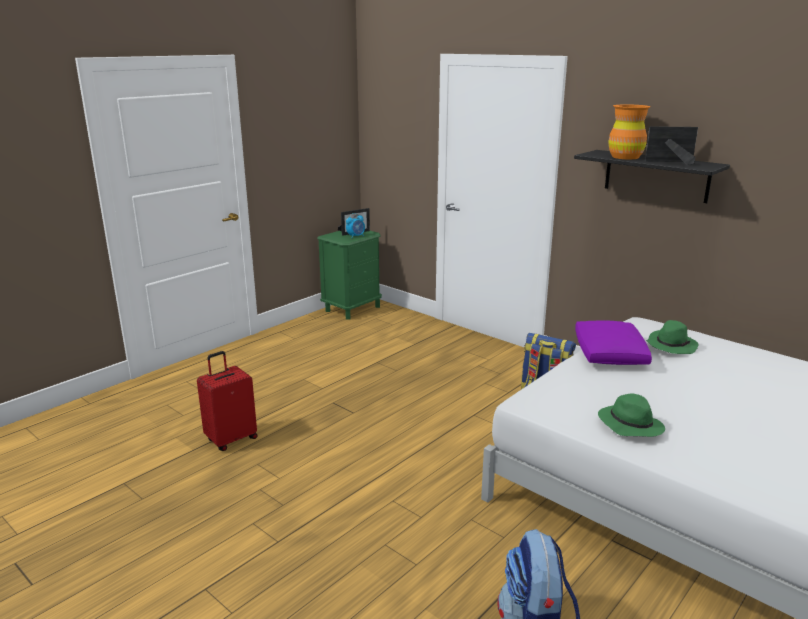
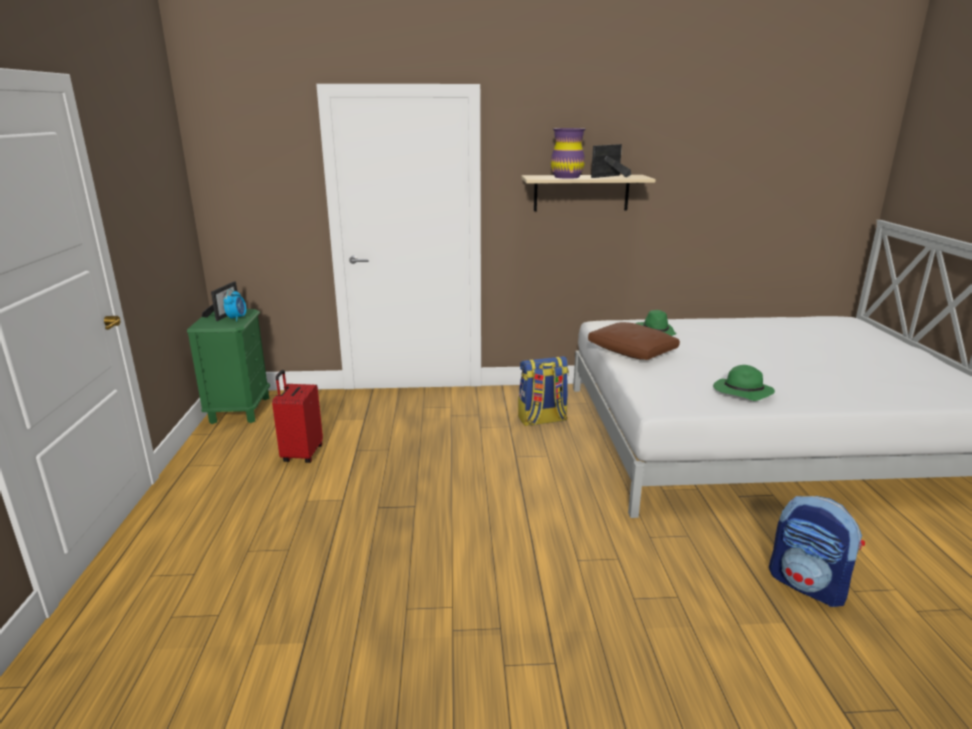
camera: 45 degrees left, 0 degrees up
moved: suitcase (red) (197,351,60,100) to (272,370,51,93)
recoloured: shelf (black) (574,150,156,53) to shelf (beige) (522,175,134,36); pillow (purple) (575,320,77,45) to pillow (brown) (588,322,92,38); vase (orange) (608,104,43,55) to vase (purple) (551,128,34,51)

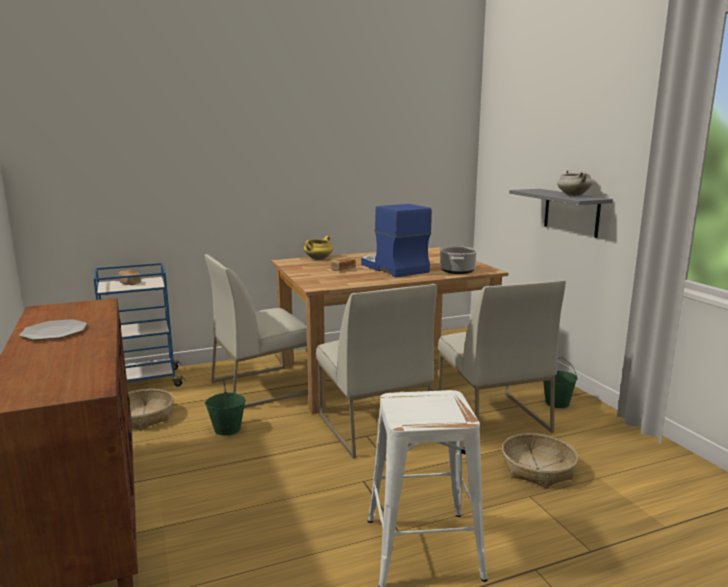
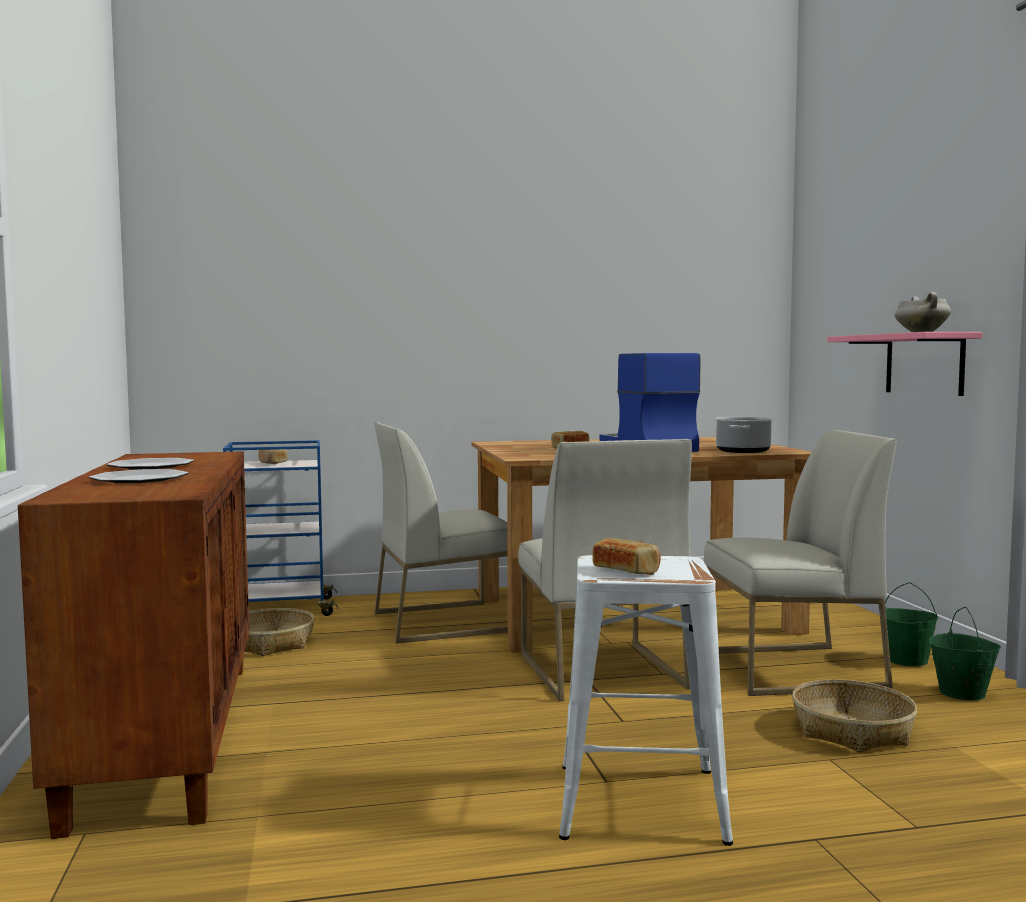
camera: 10 degrees right, 10 degrees down
removed: cooking pot (yellow) (304,236,29,24)
added: plate (89,469,100,14); bread (592,538,69,37)
moved: bucket (green) (205,383,41,53) to (929,607,72,93)
recoloured: shelf (grey) (509,189,104,49) to shelf (pink) (827,332,155,64)
turned: chair (white) (438,280,128,153) = (704,429,193,267) 90 degrees counterclockwise

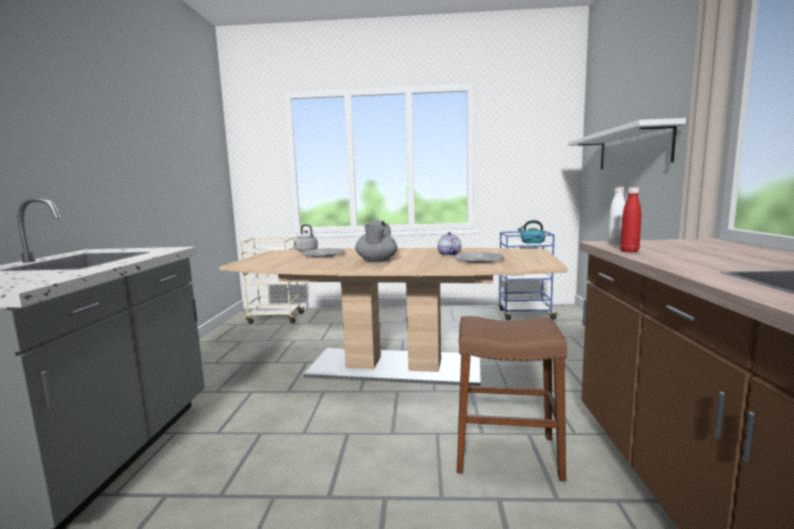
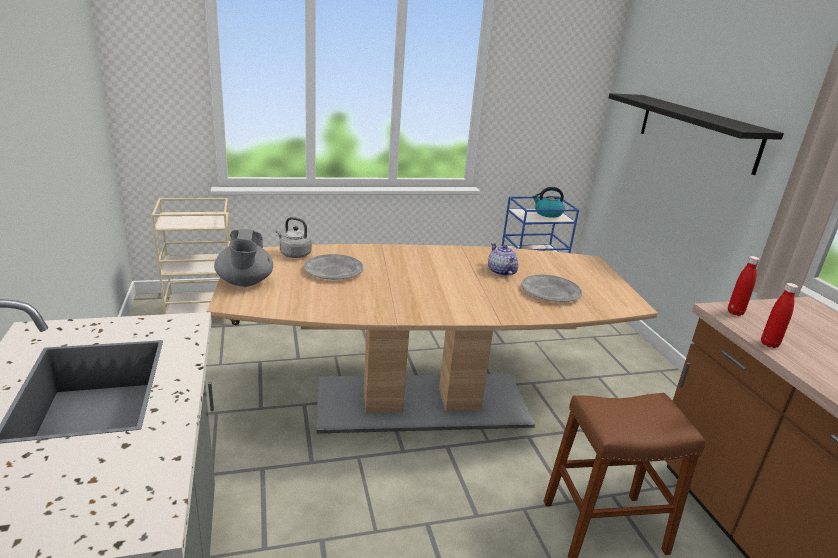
camera: 20 degrees left, 15 degrees up
moved: teapot (grey) (355,220,42,42) to (214,229,59,58)
recoloured: shelf (white) (568,118,118,51) to shelf (black) (609,93,175,82); bottle (white) (608,187,17,57) to bottle (red) (728,256,32,60)

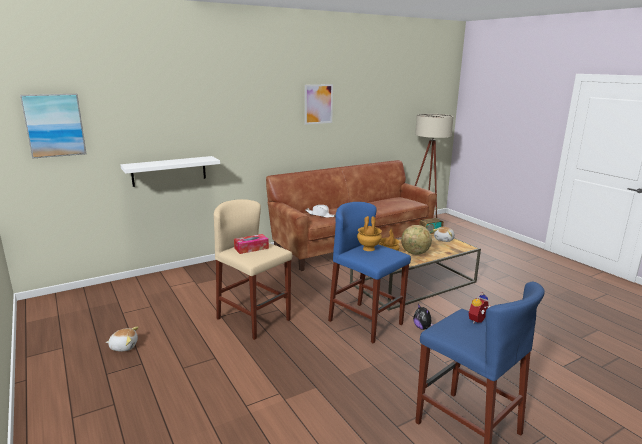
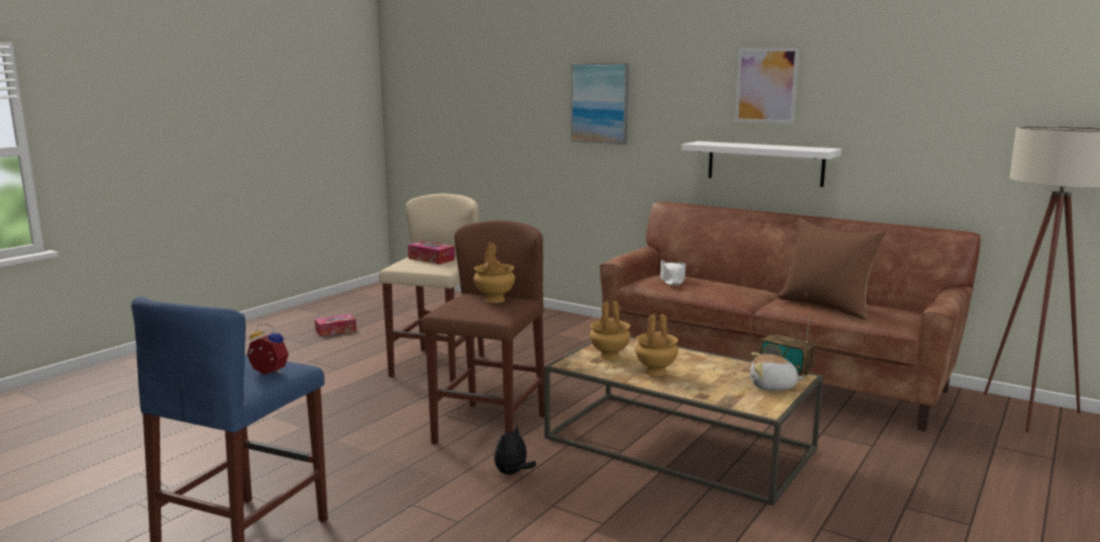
camera: 65 degrees right, 5 degrees down
added: pillow (brown) (777,218,109,102)
moved: picture (20,94,67,65) to (571,63,58,82); shelf (white) (120,156,100,31) to (682,141,160,46)
replaced: plush toy (106,327,33,24) to tissue box (315,314,41,22); globe (401,225,31,30) to vase (brown) (635,314,44,62)
recoloured: stool (blue) (328,202,83,142) to stool (brown) (421,220,123,224)

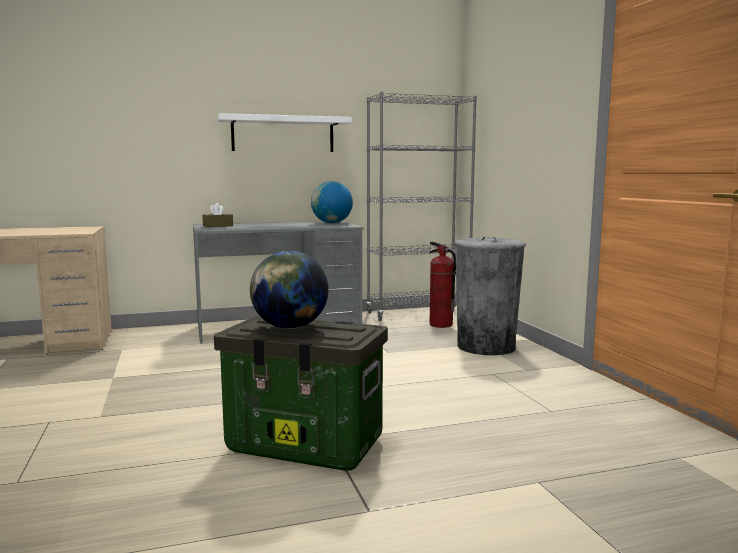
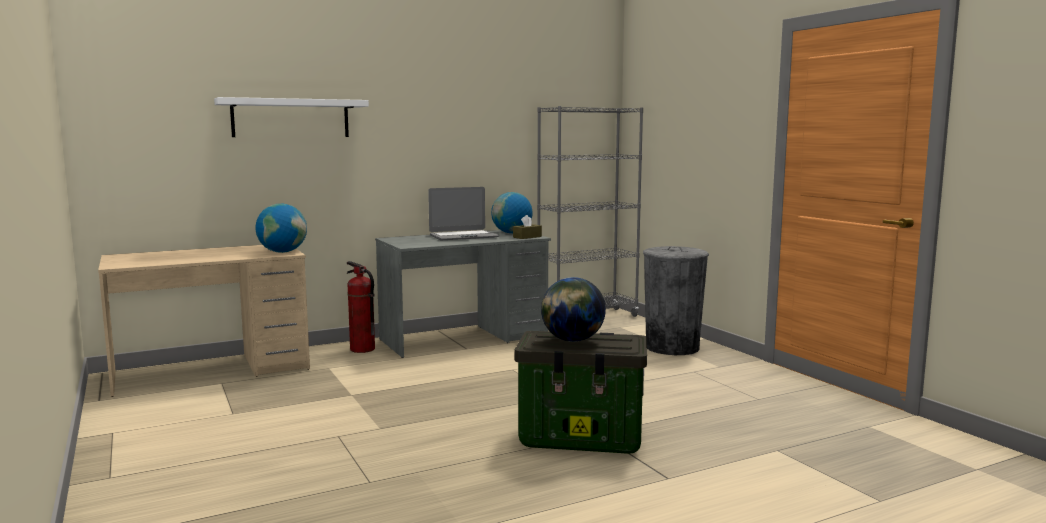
camera: 10 degrees left, 0 degrees up
added: globe (255,204,52,49); laptop (428,187,71,53)
moved: tissue box (brown) (202,203,31,24) to (513,215,29,24); shelf (white) (217,113,135,39) to (214,97,155,40); fire extinguisher (429,242,27,86) to (347,261,28,92)

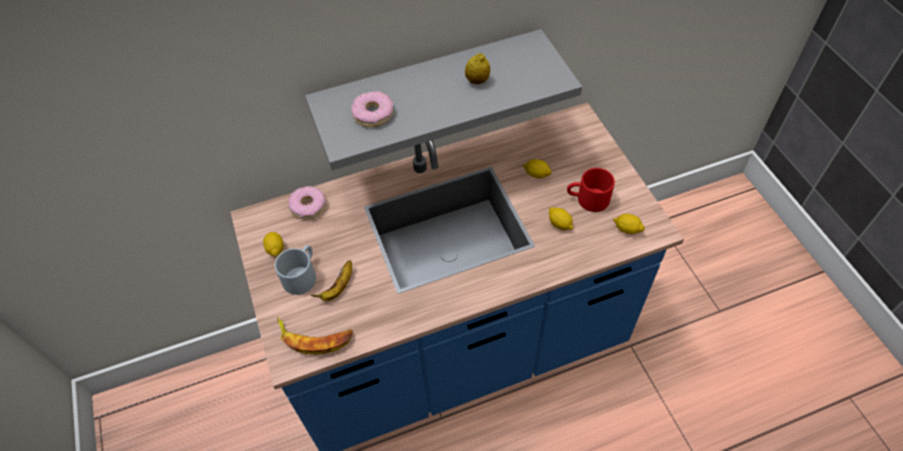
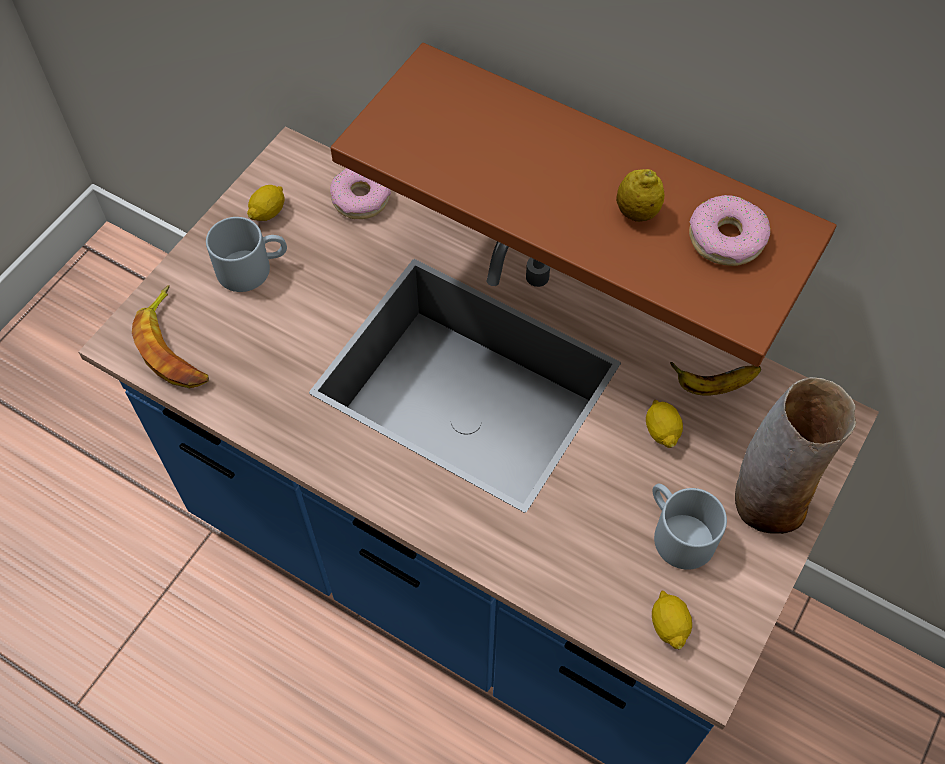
camera: 50 degrees right, 5 degrees up
removed: lemon (549,207,24,23)
added: vase (735,377,121,157)
moved: banana (311,260,41,41) to (670,362,91,34); donut (351,91,42,36) to (689,195,81,71)
recoloured: shelf (grey) (305,29,277,141) to shelf (brown) (330,43,507,324); mug (red) (567,168,48,44) to mug (grey) (652,483,75,87)

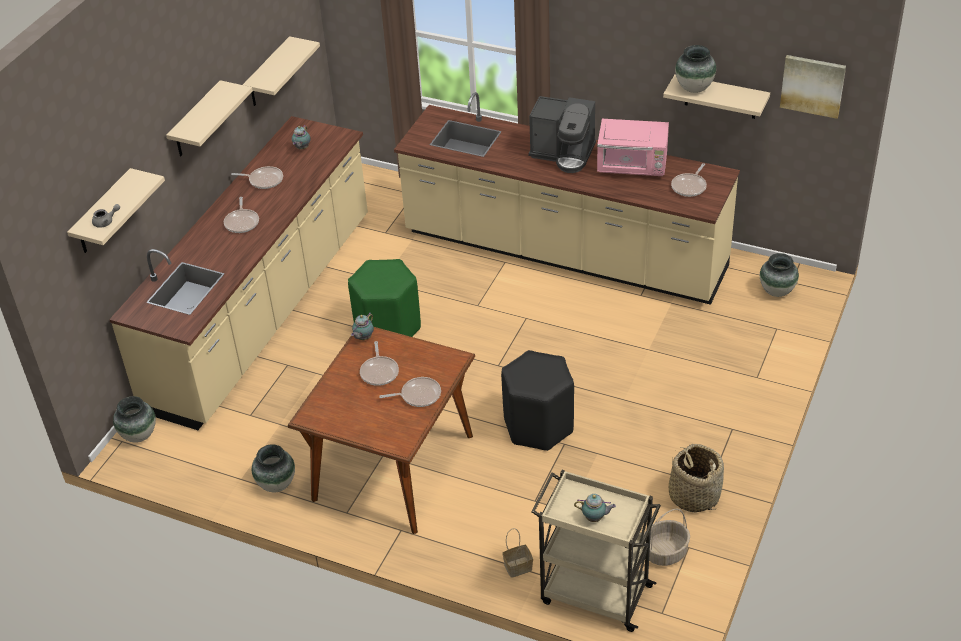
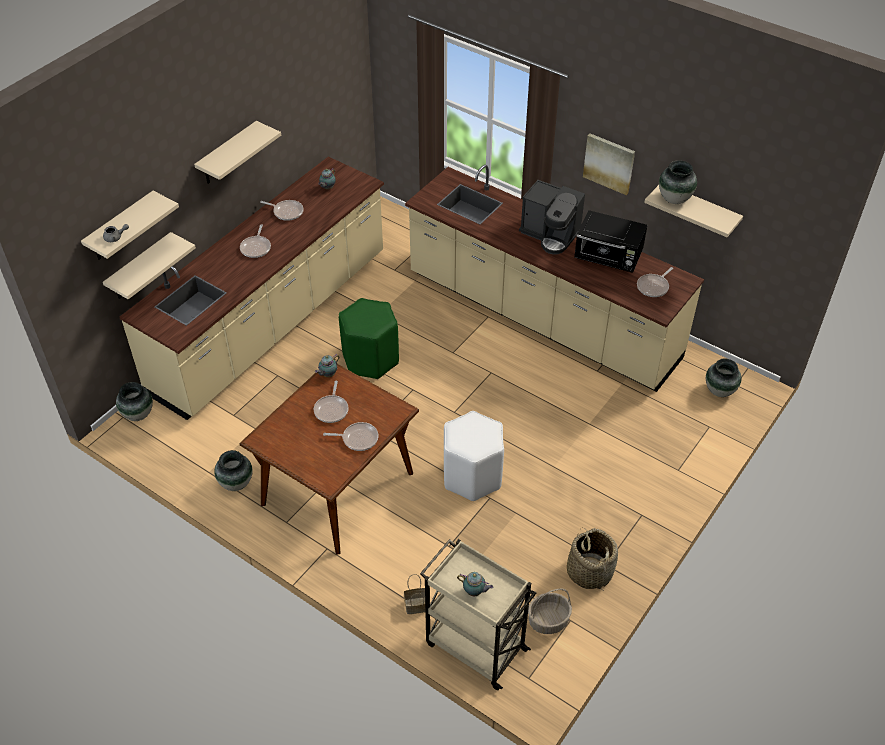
camera: 10 degrees right, 5 degrees up
moved: shelf (beige) (243,36,77,70) to (103,232,93,67); picture (780,55,66,64) to (583,133,52,62)
recoloured: stool (black) (501,350,73,101) to stool (white) (444,411,60,90); microwave (pink) (597,119,72,57) to microwave (black) (574,210,73,62)

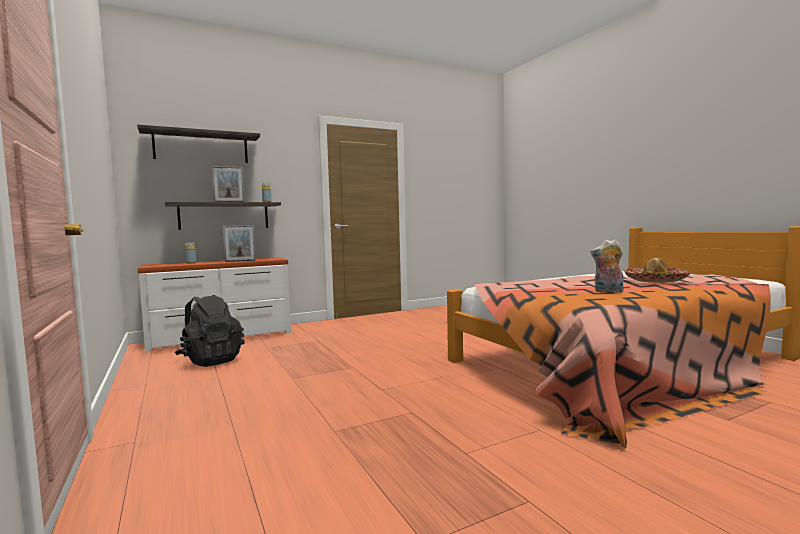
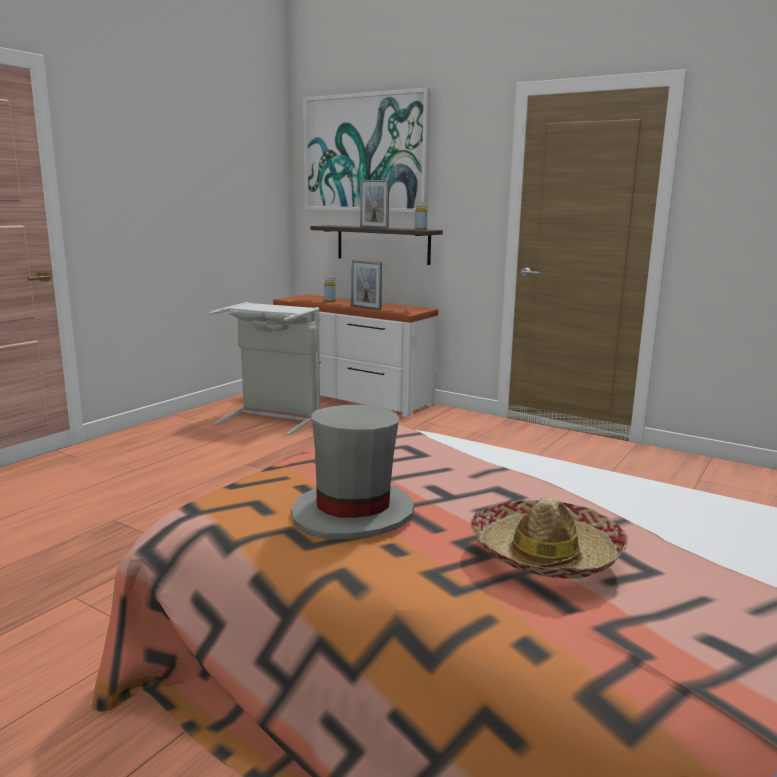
camera: 60 degrees right, 10 degrees up
replaced: shelf (137,125,123,38) to picture (303,88,128,124); backpack (black) (175,295,69,72) to laundry basket (grey) (208,302,112,133); plush toy (590,239,34,54) to hat (grey) (291,405,123,135)

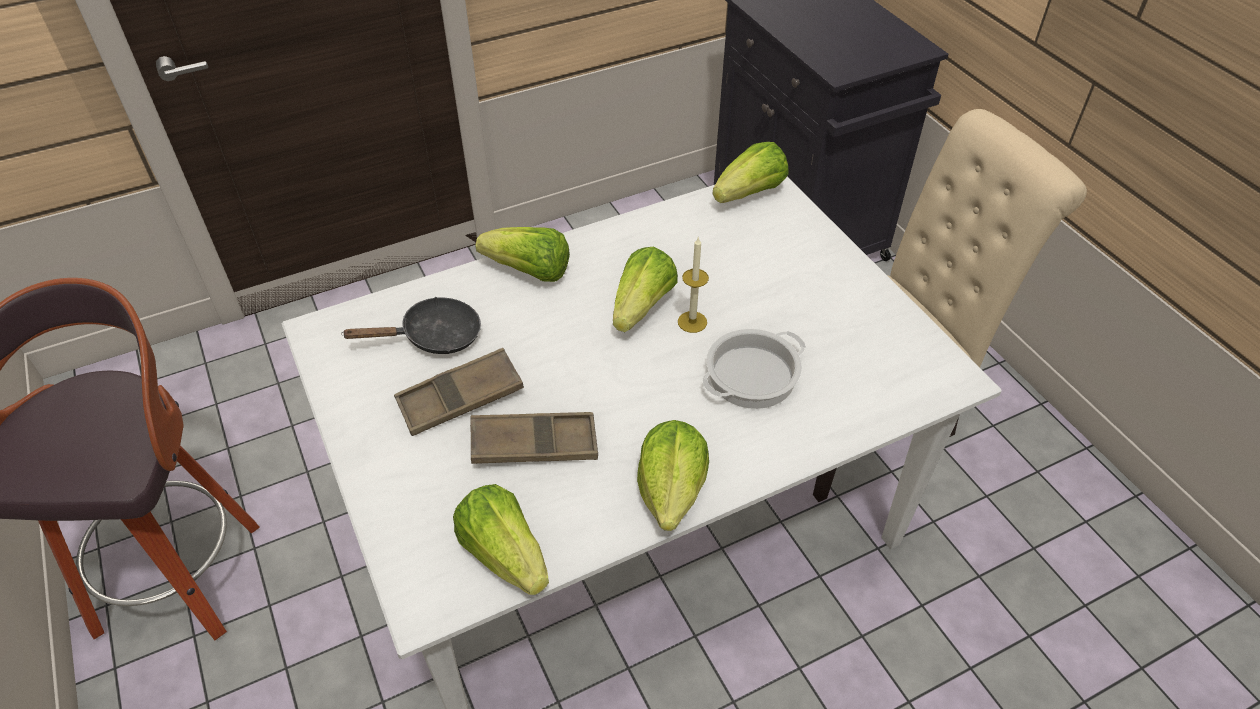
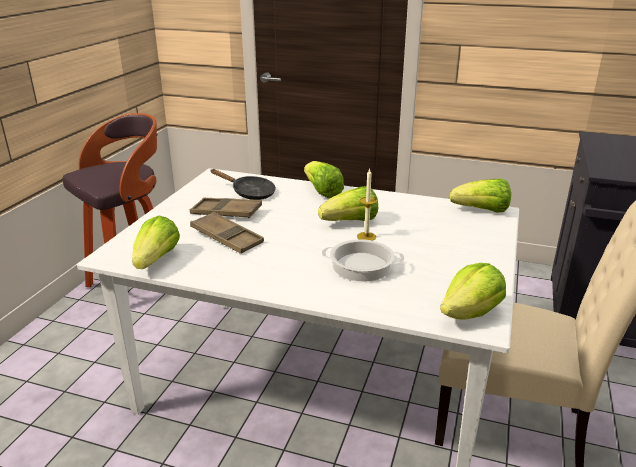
camera: 45 degrees right, 20 degrees down
moved: lettuce (637,420,72,111) to (440,263,66,57)

